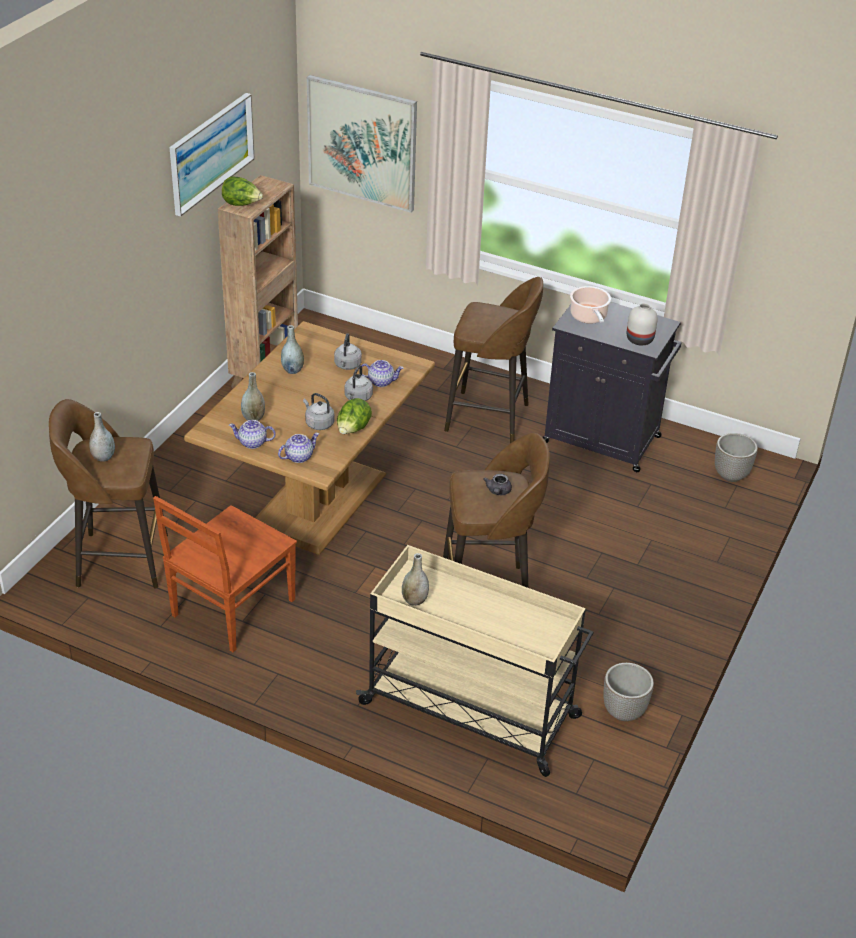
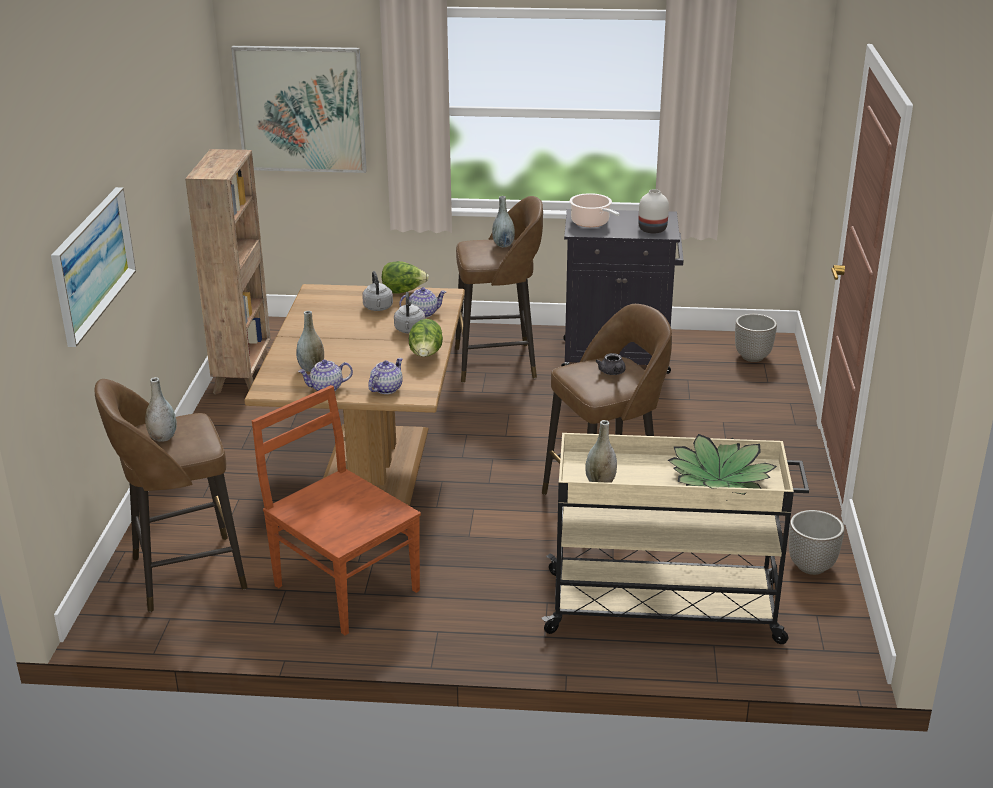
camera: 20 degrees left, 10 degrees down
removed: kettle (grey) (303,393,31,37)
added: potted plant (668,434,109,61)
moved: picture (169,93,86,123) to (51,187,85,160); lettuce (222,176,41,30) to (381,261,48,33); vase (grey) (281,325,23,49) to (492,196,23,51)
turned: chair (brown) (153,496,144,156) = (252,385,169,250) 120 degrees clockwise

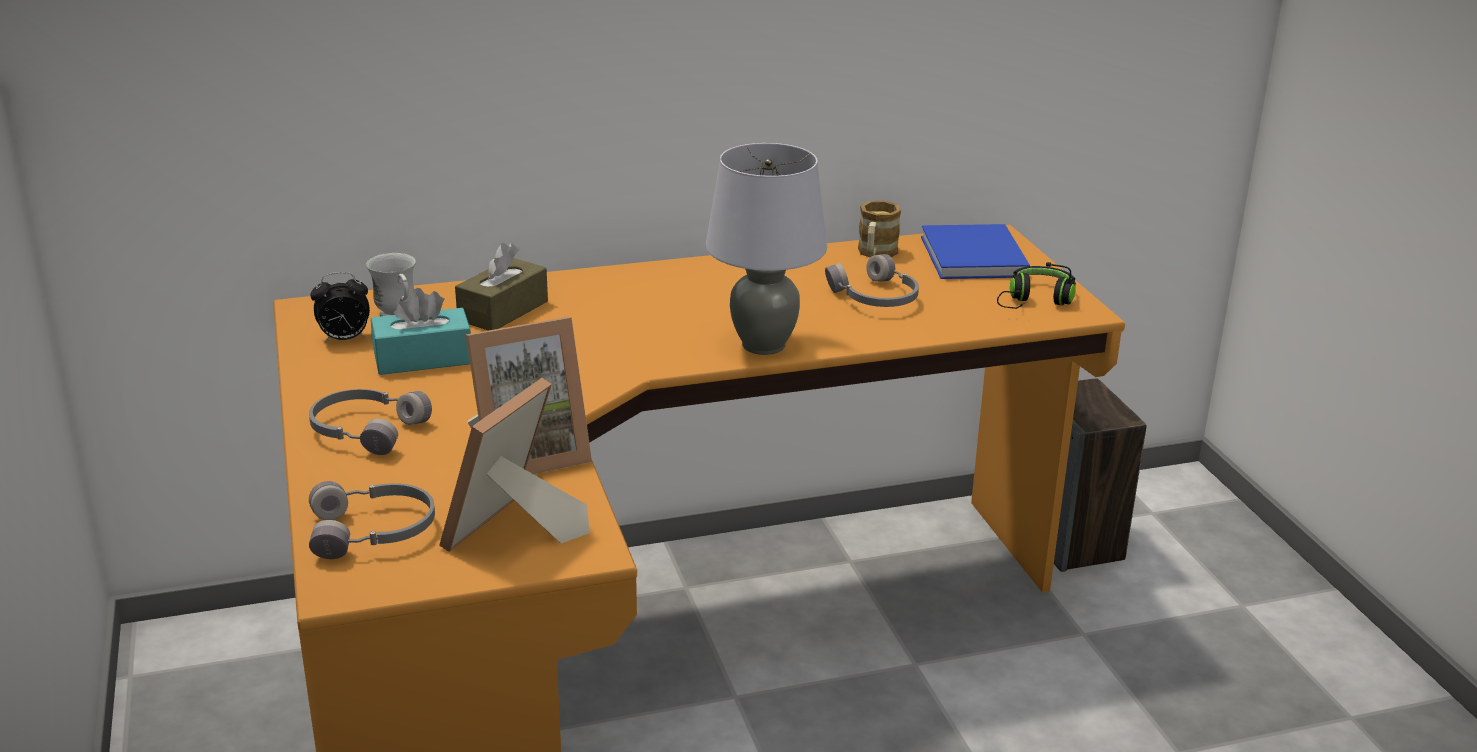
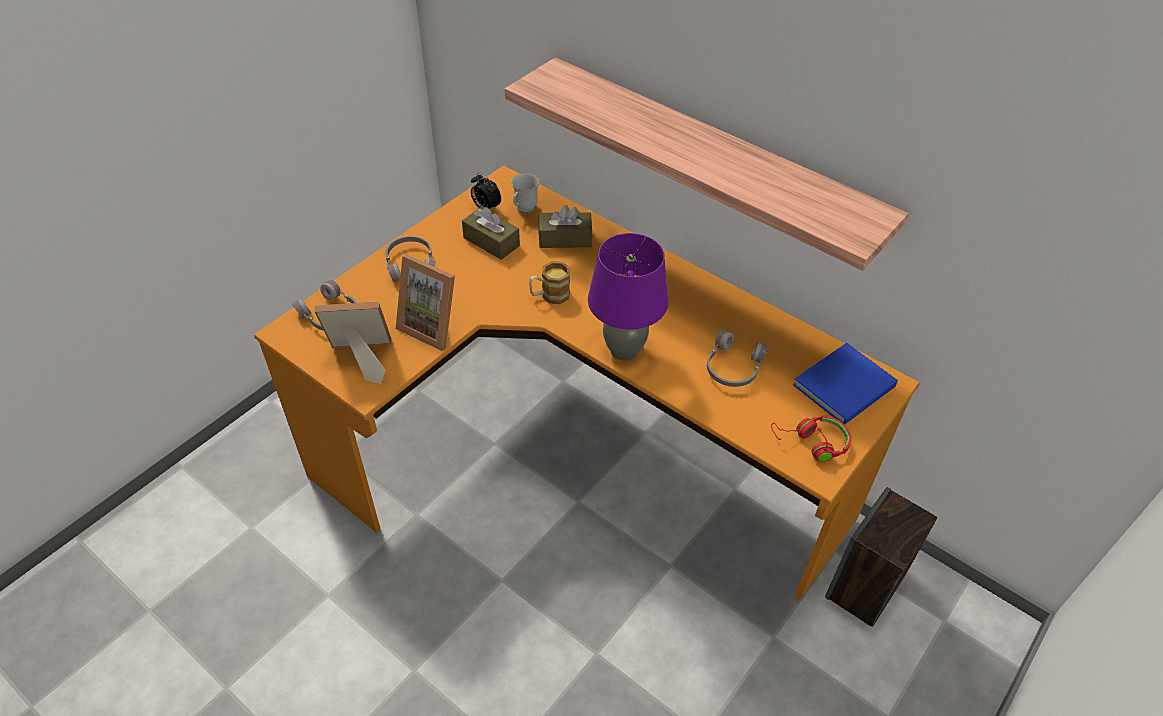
camera: 55 degrees right, 20 degrees up
added: shelf (505,57,403,214)
moved: mug (858,201,43,56) to (529,261,41,43)
recoloured: tissue box (turquoise) (371,288,100,87) to tissue box (brown) (462,207,58,53); table lamp (grey) (706,143,121,212) to table lamp (purple) (588,233,80,128); headphones (black) (997,262,79,47) to headphones (red) (771,415,81,47)

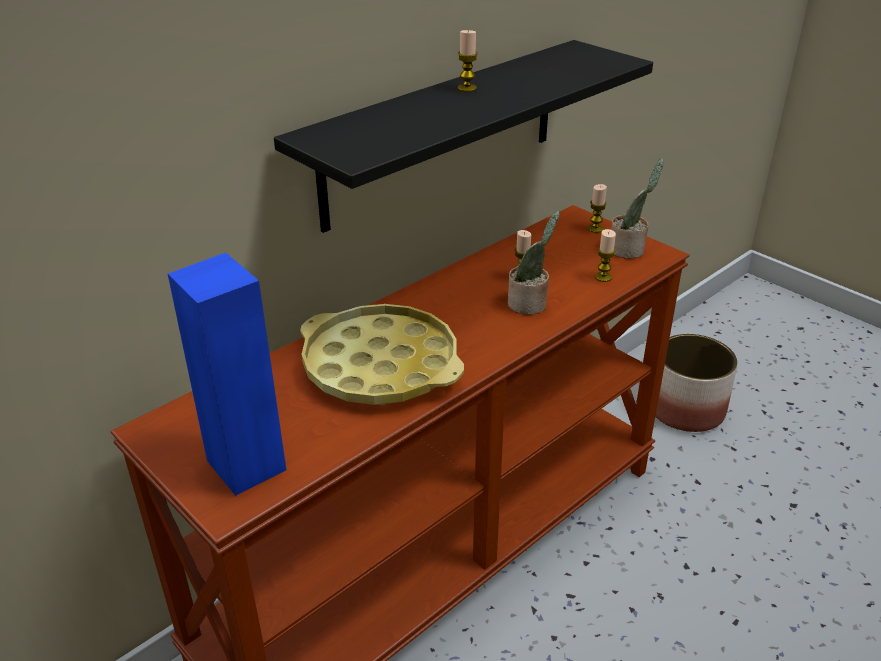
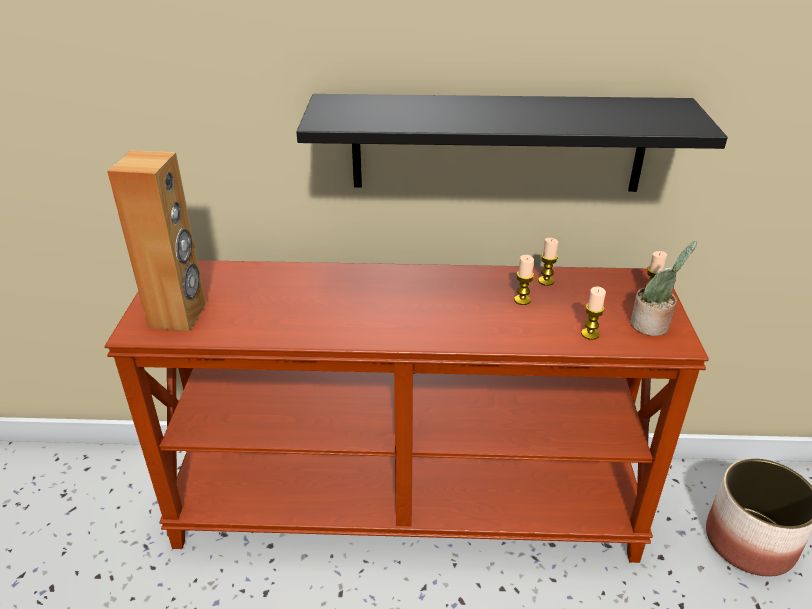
camera: 45 degrees right, 0 degrees up
removed: tray (yellow) (300,304,164,101); potted plant (508,210,52,105)
moved: candle (458,30,20,62) to (538,238,20,48)
recoloured: speaker (blue) (168,253,118,243) to speaker (brown) (107,151,99,180)

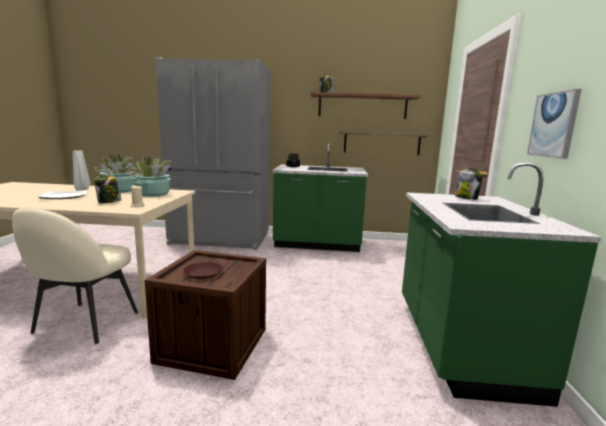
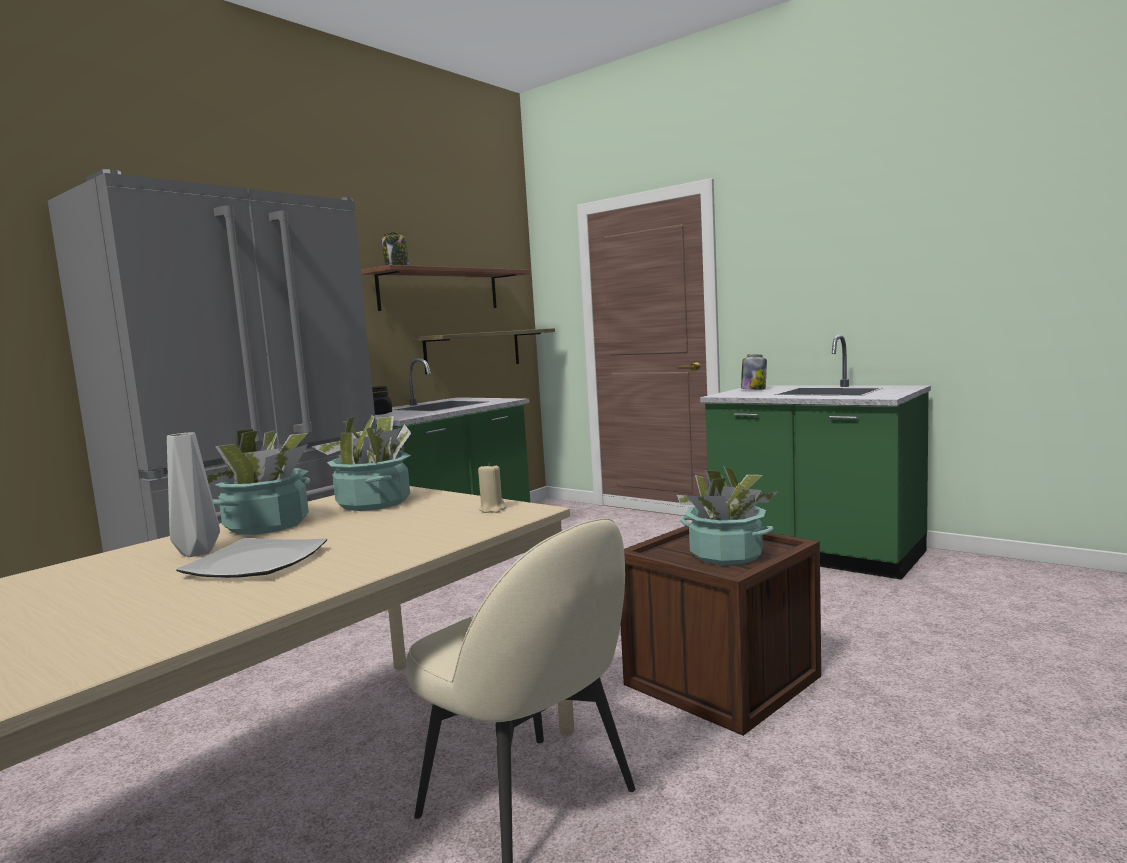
camera: 55 degrees left, 5 degrees down
removed: jar (94,174,28,30); picture (527,89,55,70)
replaced: plate (brown) (183,262,40,17) to potted plant (677,466,101,99)

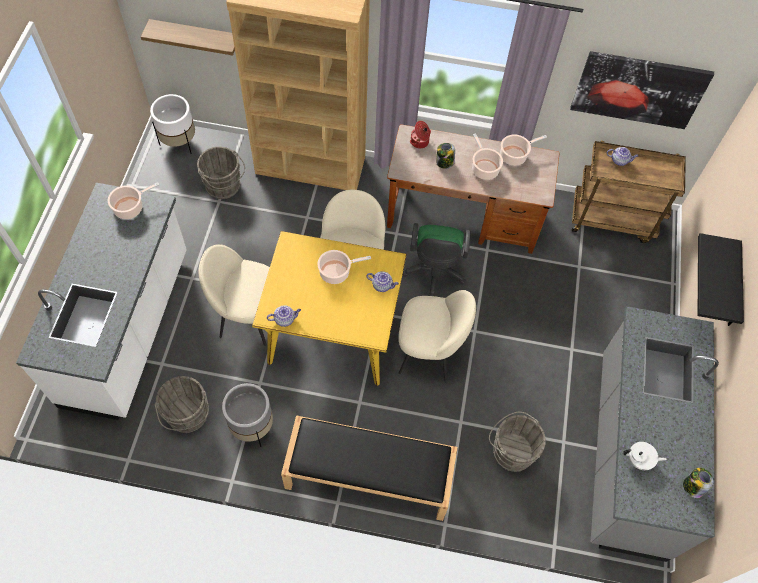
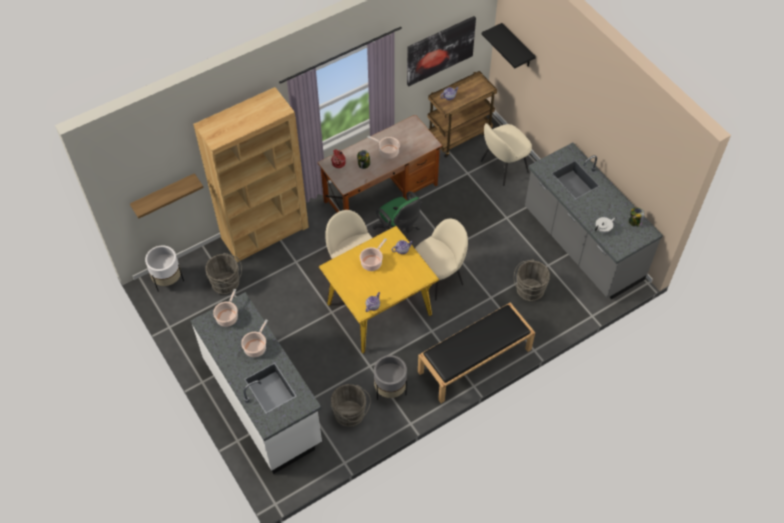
camera: 40 degrees left, 5 degrees down
moved: chair (beige) (198,244,72,102) to (481,123,51,63); cooking pot (500,134,47,32) to (241,320,27,37); shelf (black) (698,233,46,93) to (482,23,54,45)

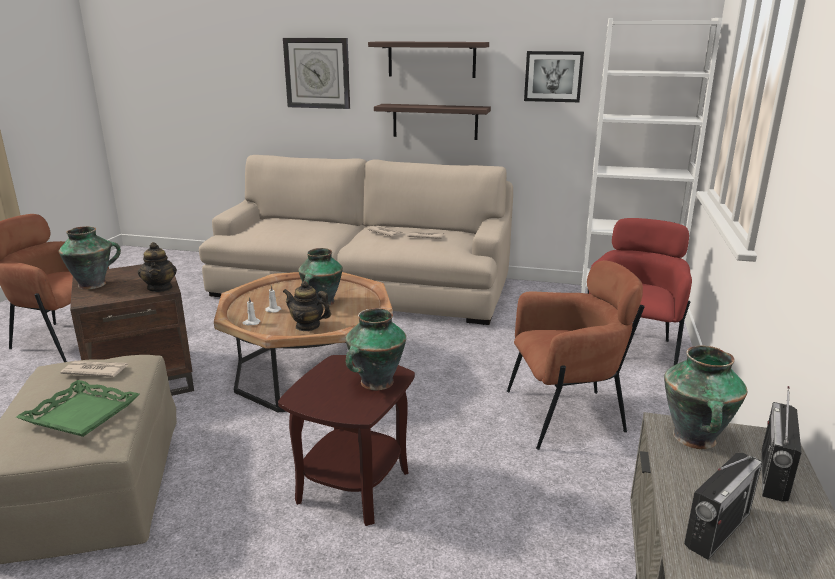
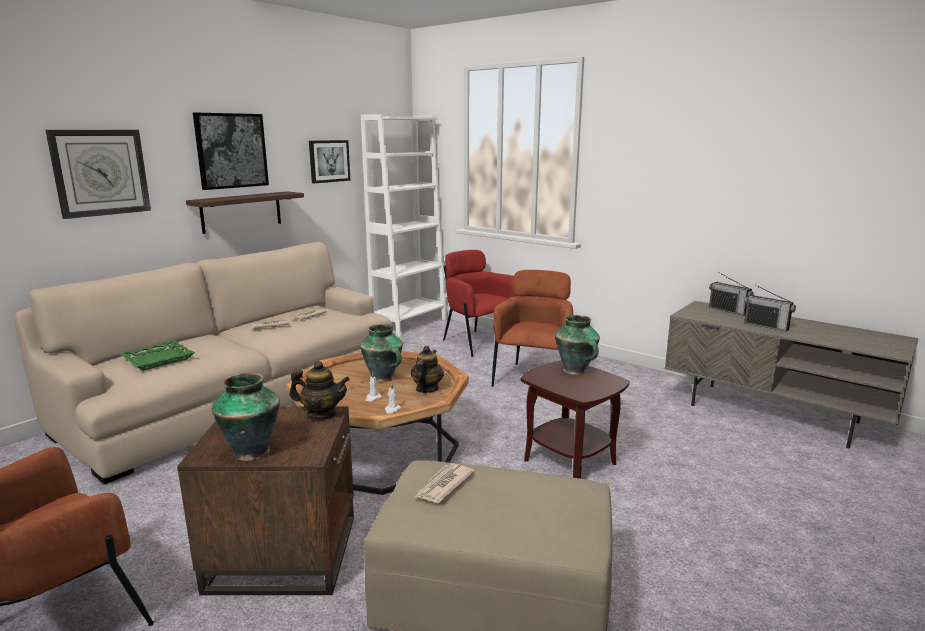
camera: 65 degrees left, 5 degrees down
removed: vase (664,346,83,103)
moved: tray (green) (16,380,124,57) to (119,340,76,30)
replaced: shelf (368,41,121,37) to picture (193,112,76,78)
turned: teapot (283,281,48,50) = (411,346,33,47) 150 degrees clockwise; radio (684,453,79,107) = (744,285,52,47) 150 degrees clockwise

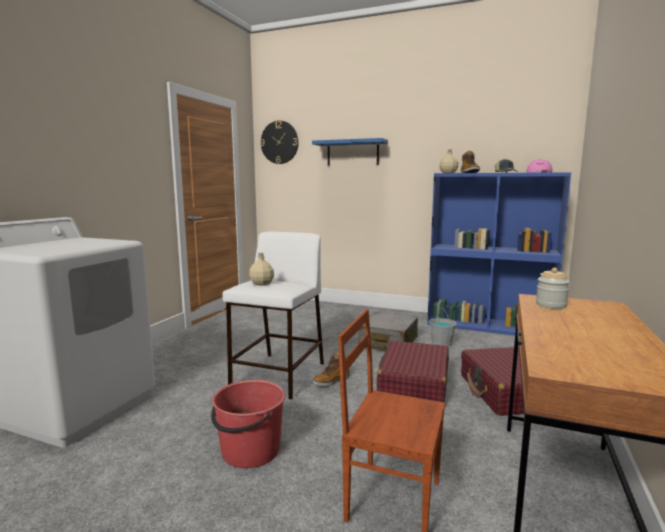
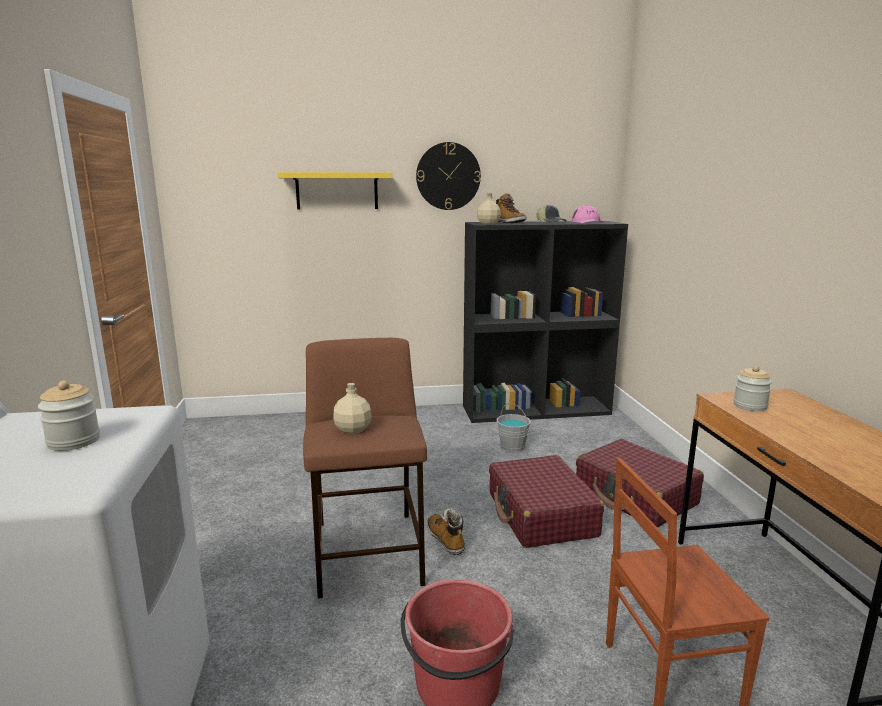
camera: 30 degrees left, 5 degrees up
removed: suitcase (grey) (358,312,60,39)
added: jar (38,381,62,70)
moved: wall clock (260,121,39,43) to (416,142,65,68)
recoloured: stool (white) (223,231,101,169) to stool (brown) (303,338,124,260); shelf (blue) (312,138,76,28) to shelf (yellow) (278,172,114,37); bookcase (blue) (427,172,144,164) to bookcase (black) (463,221,165,202)
turned: boot (313,352,37,35) = (427,508,38,47) 135 degrees clockwise

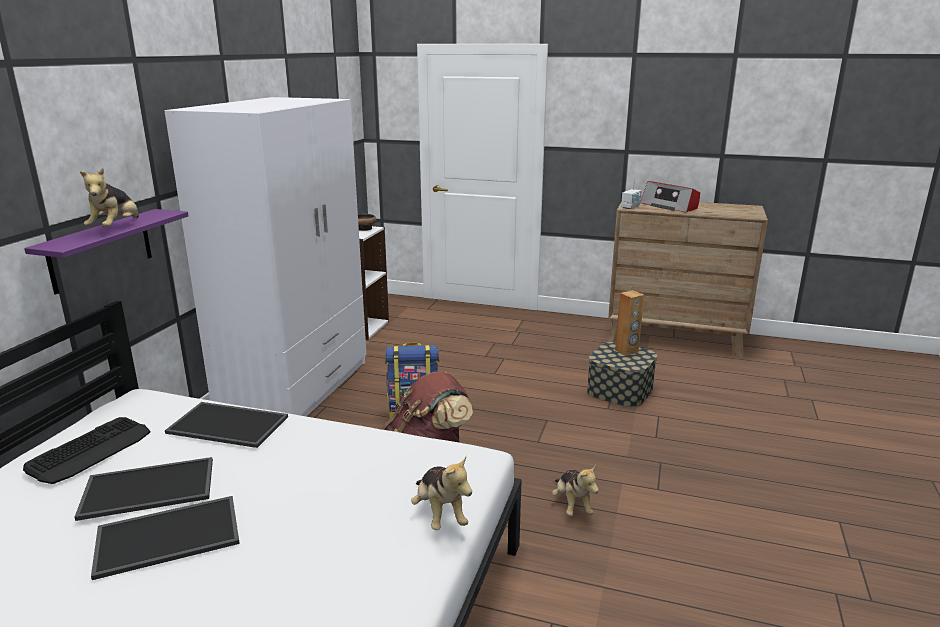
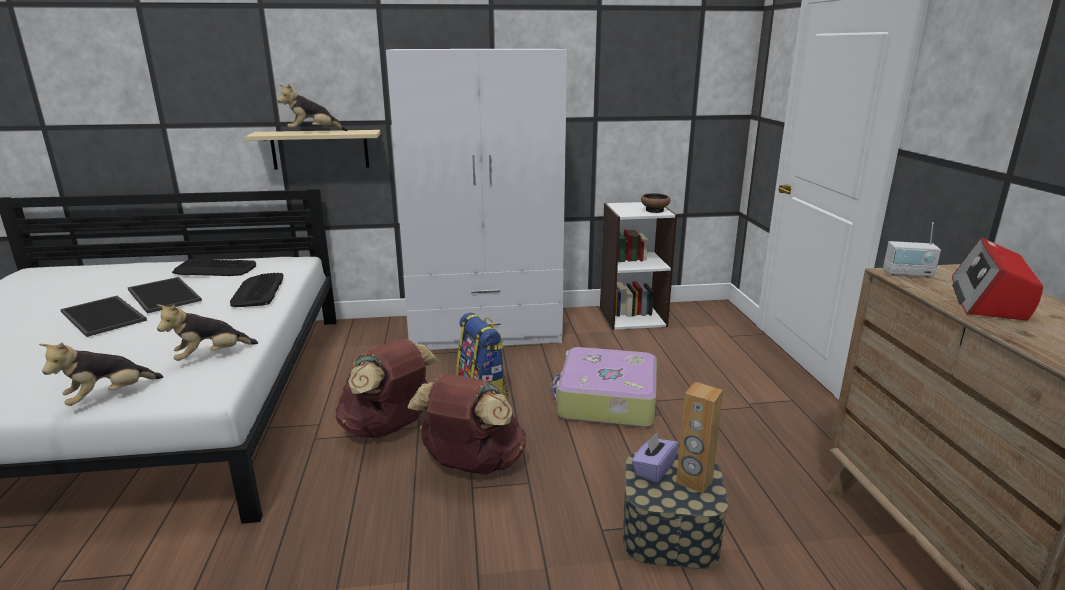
camera: 65 degrees right, 0 degrees up
added: backpack (brown) (408,374,118,101); suitcase (550,347,107,80); tissue box (purple) (632,432,47,51)
moved: plush toy (552,465,47,51) to (157,304,101,57)
replaced: tray (165,402,123,46) to keyboard (230,273,54,34)
recoloured: shelf (purple) (24,209,165,86) to shelf (beige) (245,130,135,40)

